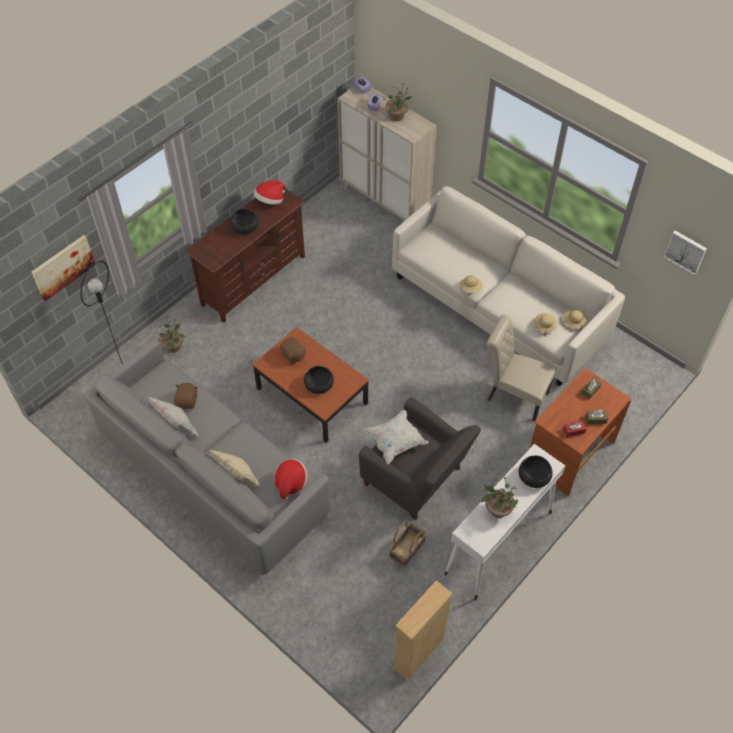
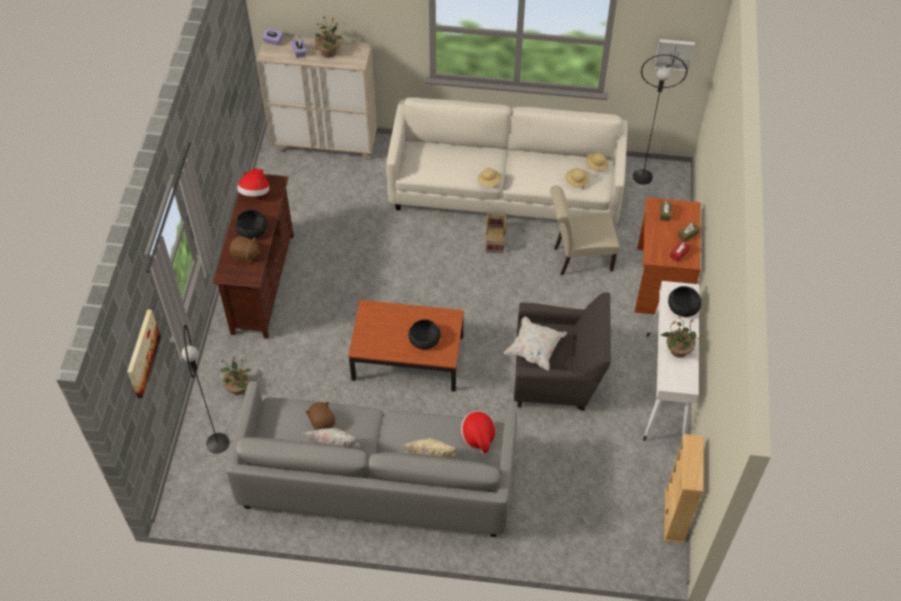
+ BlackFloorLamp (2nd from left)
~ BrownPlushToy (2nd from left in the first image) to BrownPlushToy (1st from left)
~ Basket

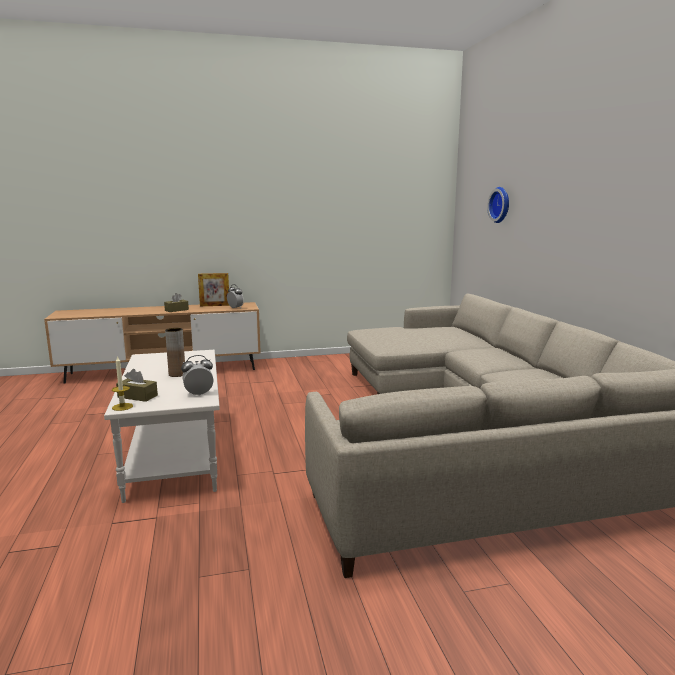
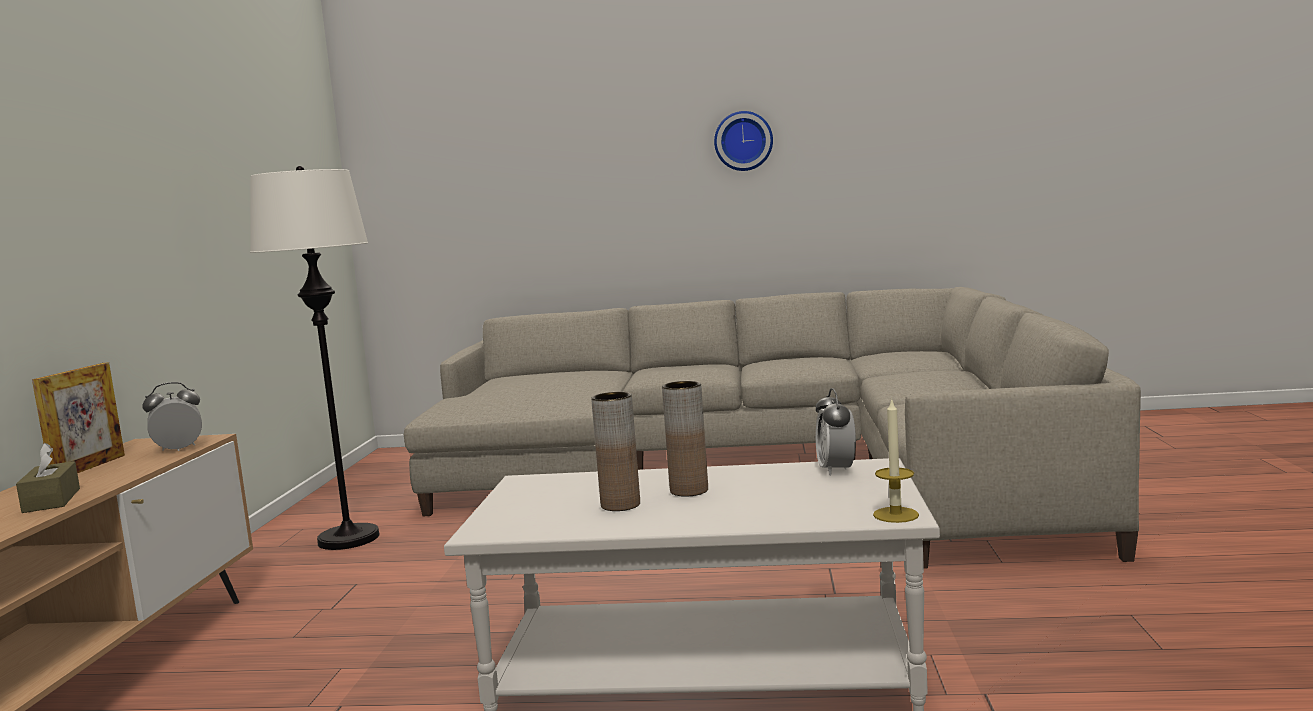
- BrownTissueBox (1st from left)
+ WhiteFloorLamp
+ BrownVase (1st from left)
~ WallClock

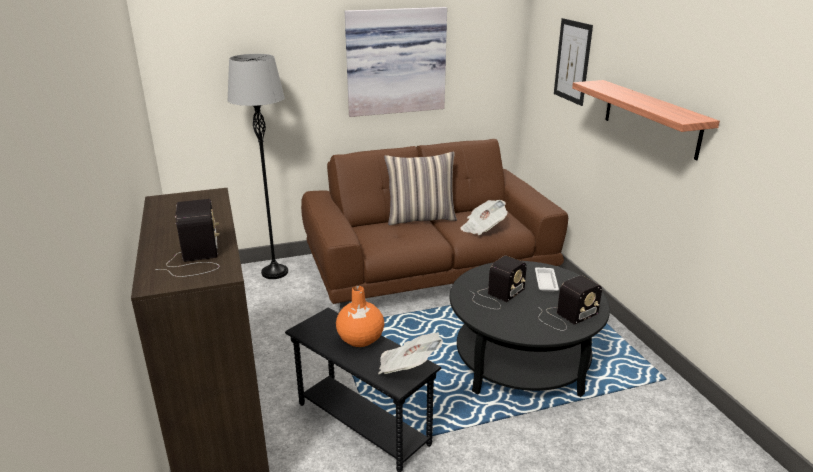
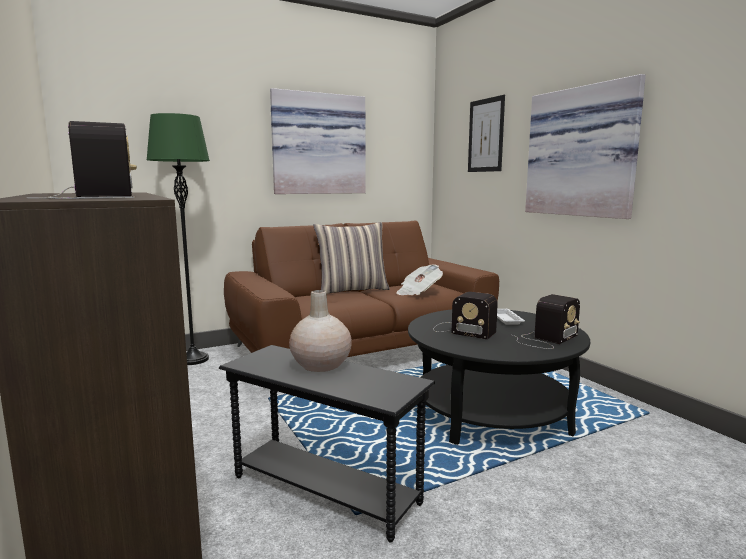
- Newspaper (1st from left)
~ Shelf to Picture (3rd from left)
~ GreyFloorLamp to GreenFloorLamp
~ OrangeVase to BeigeVase
~ Radio (2nd from left) 90 degrees clockwise

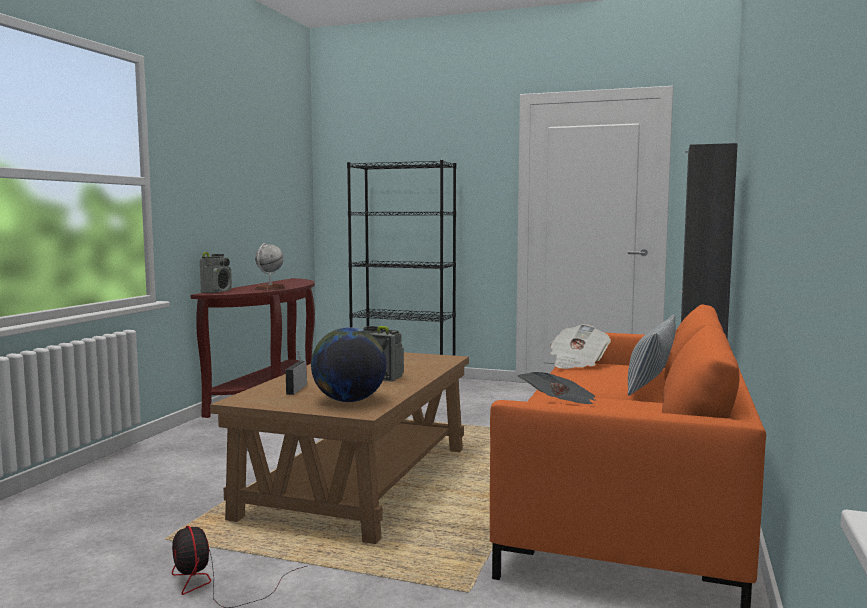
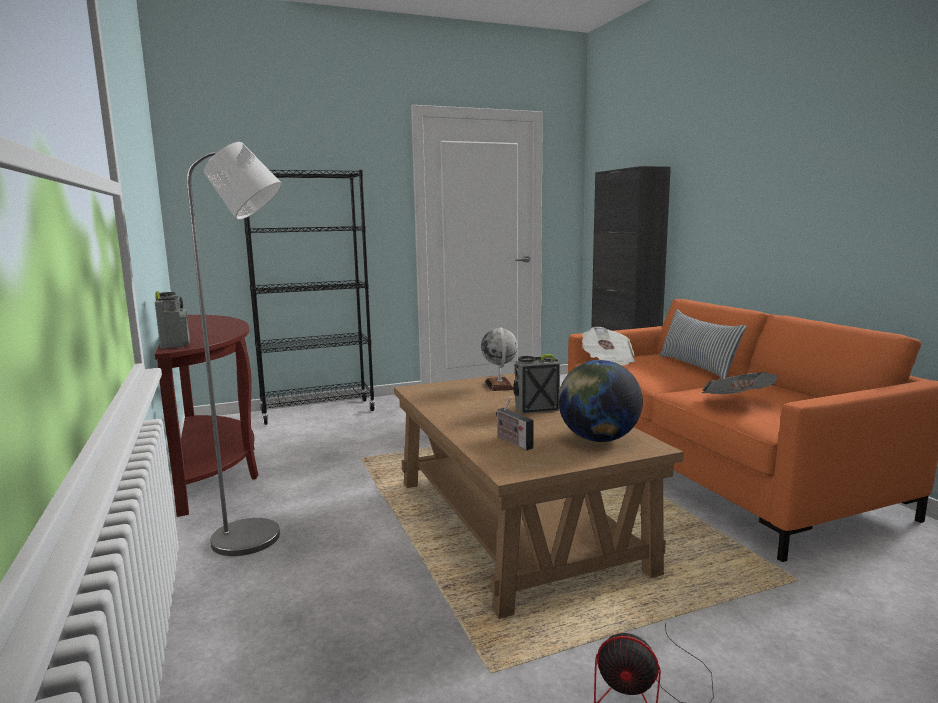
+ GreyFloorLamp
~ Globe (1st from left)

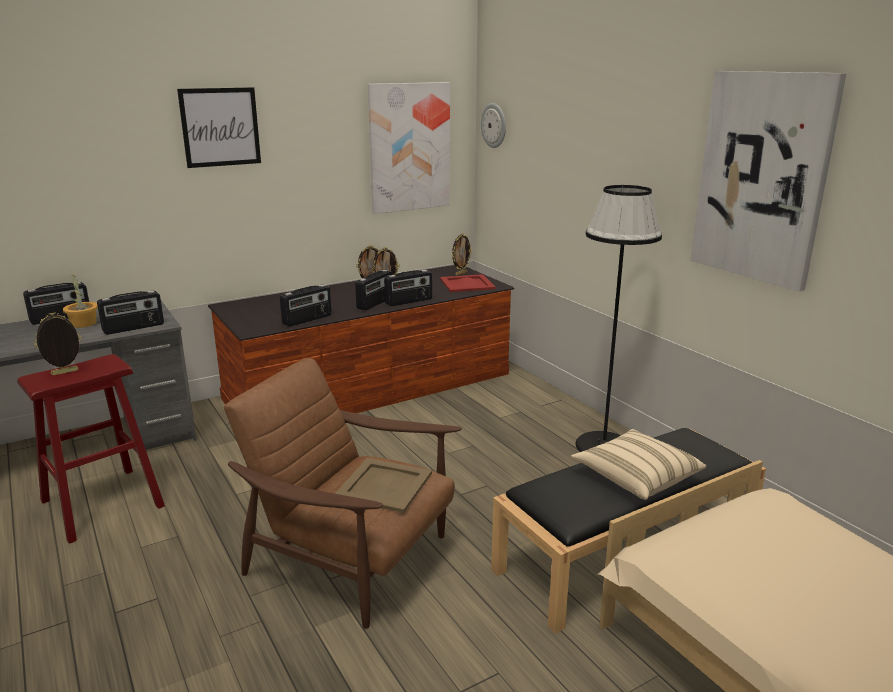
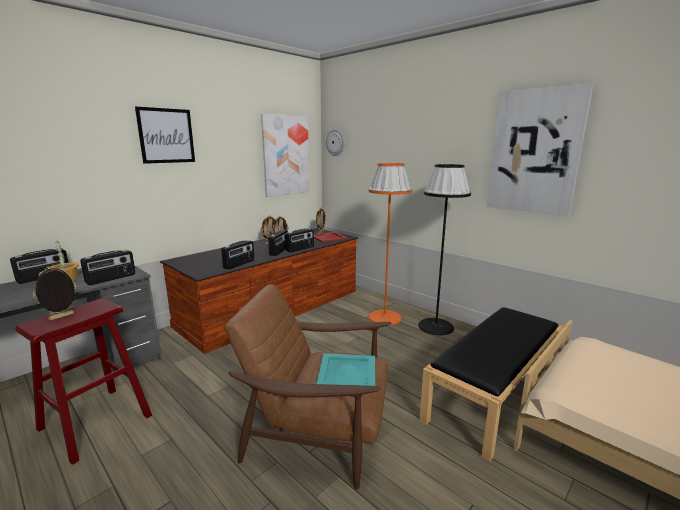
- BeigePillow
+ OrangeFloorLamp
~ BeigeTray to TurquoiseTray

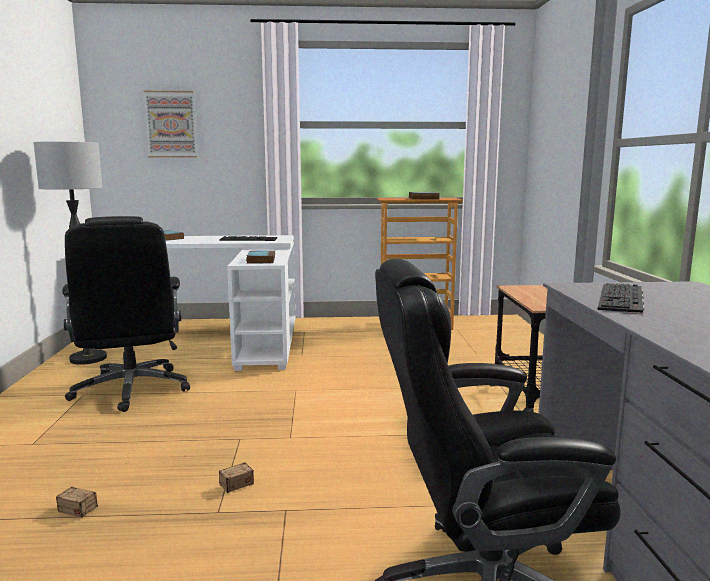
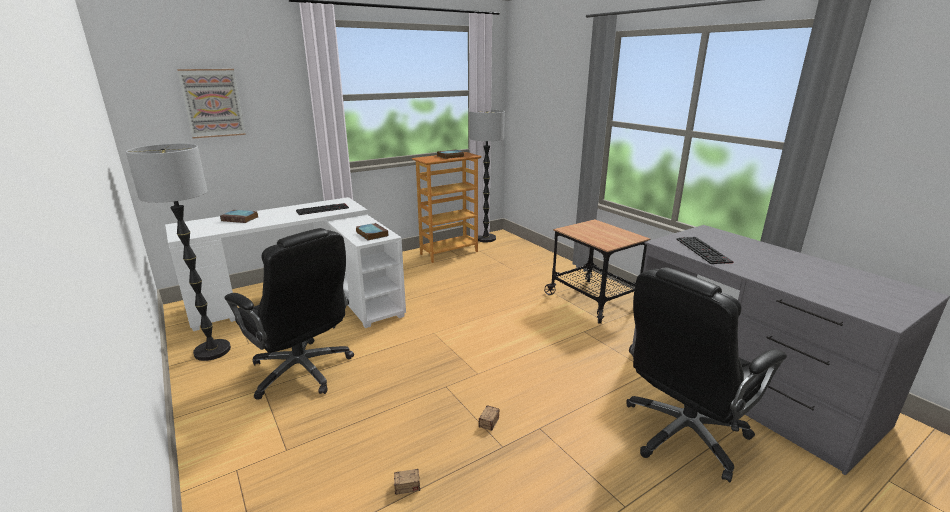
+ FloorLamp (2nd from left)

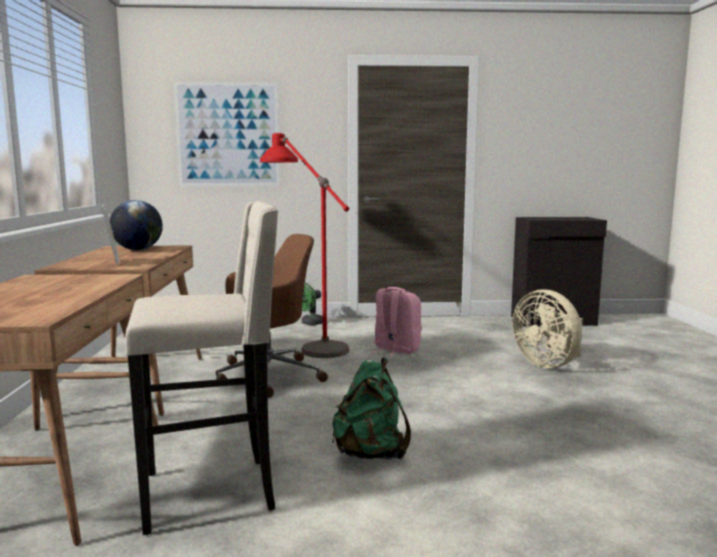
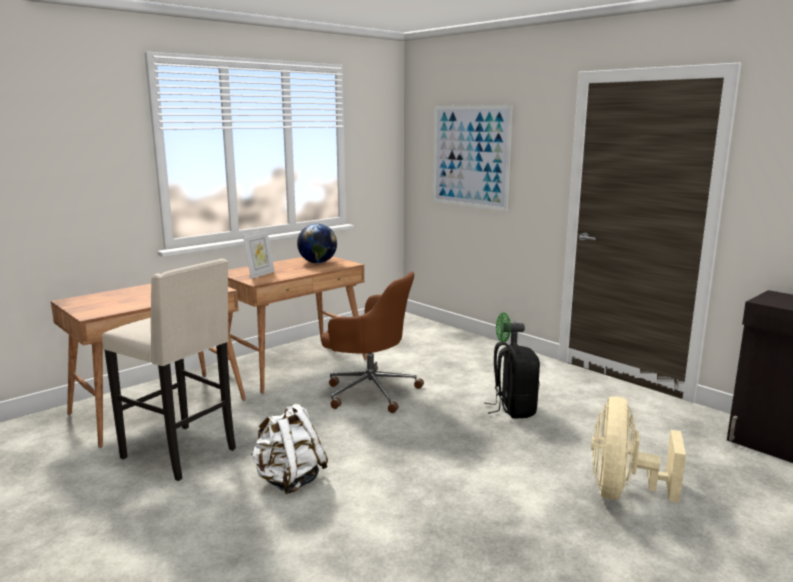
- RedFloorLamp
~ GreenBackpack to WhiteBackpack
~ PinkBackpack to BlackBackpack

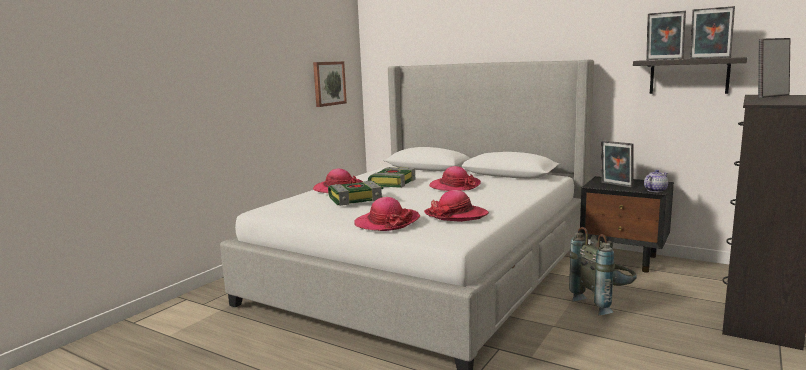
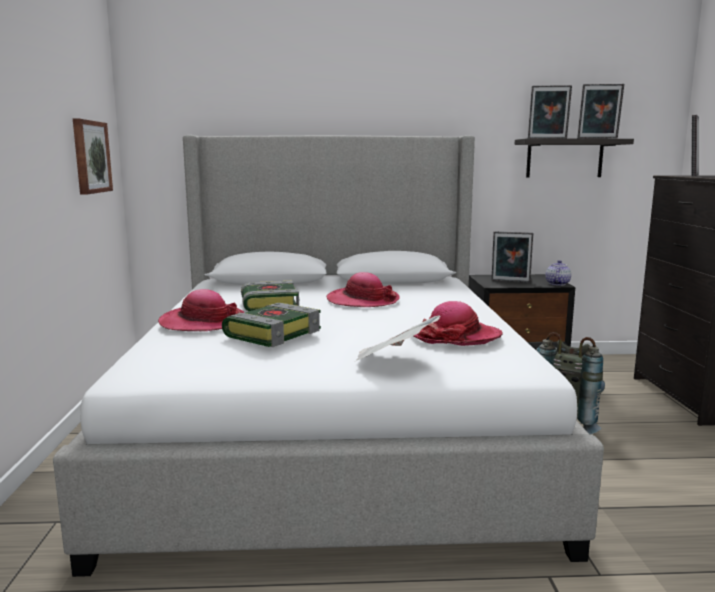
~ Hat (2nd from left) to Newspaper

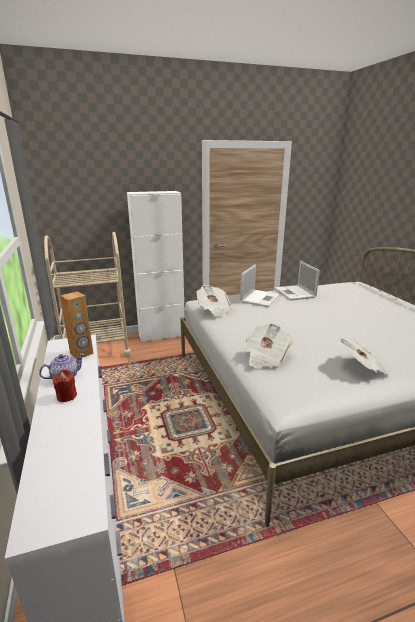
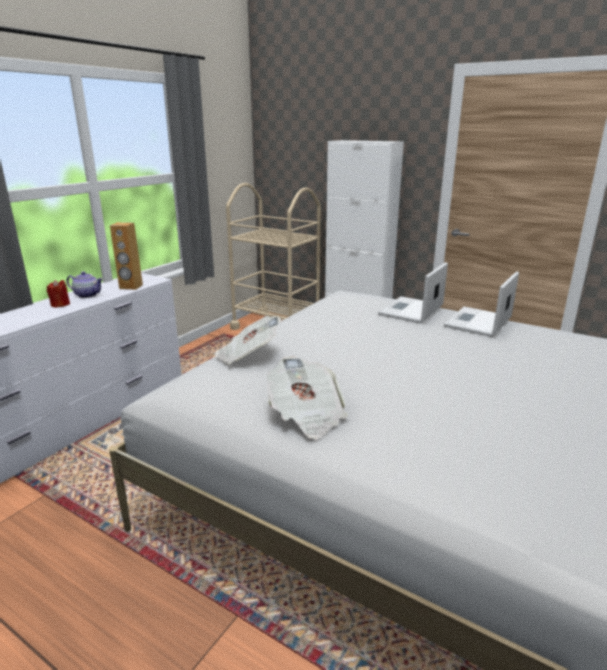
- Newspaper (1st from left)
~ Laptop (1st from left) 135 degrees clockwise

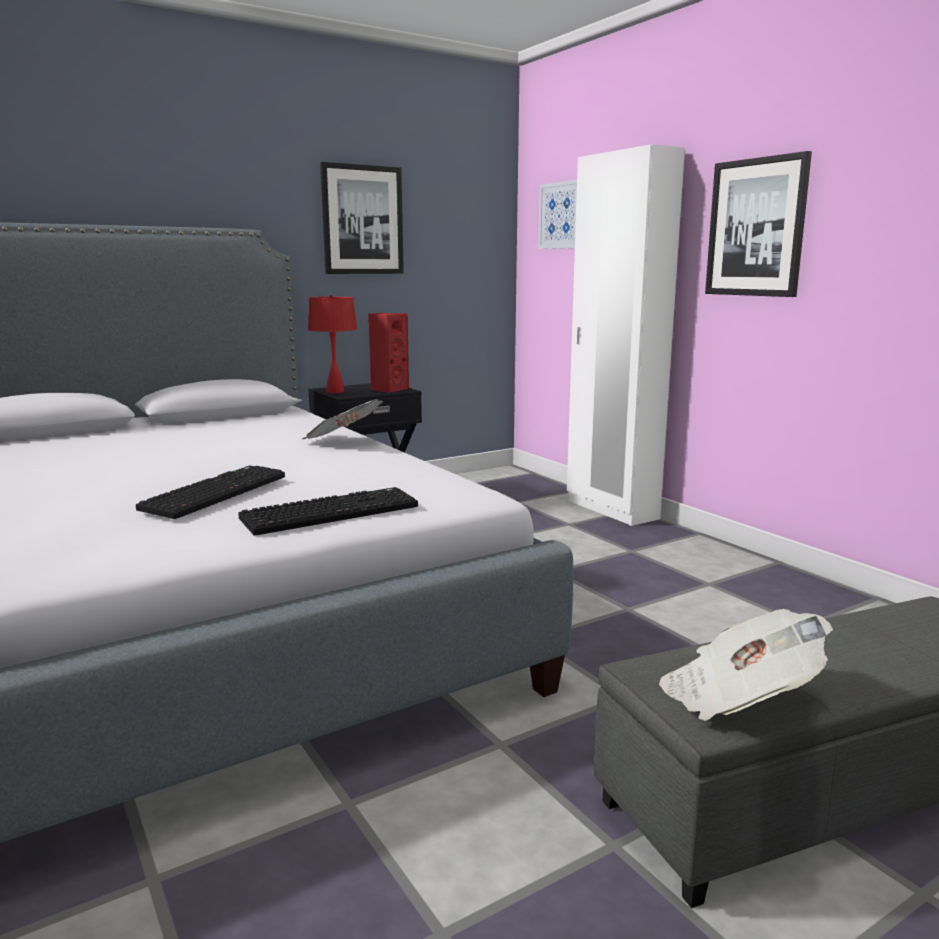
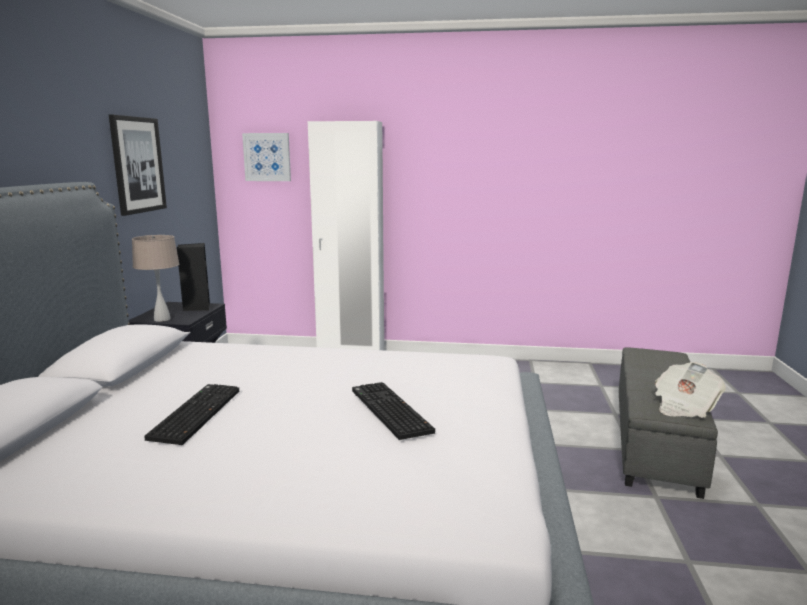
- Newspaper (1st from left)
- Picture (3rd from left)
~ Keyboard (2nd from left in the first image) to Keyboard (1st from left)
~ RedTableLamp to BeigeTableLamp
~ RedSpeaker to BlackSpeaker

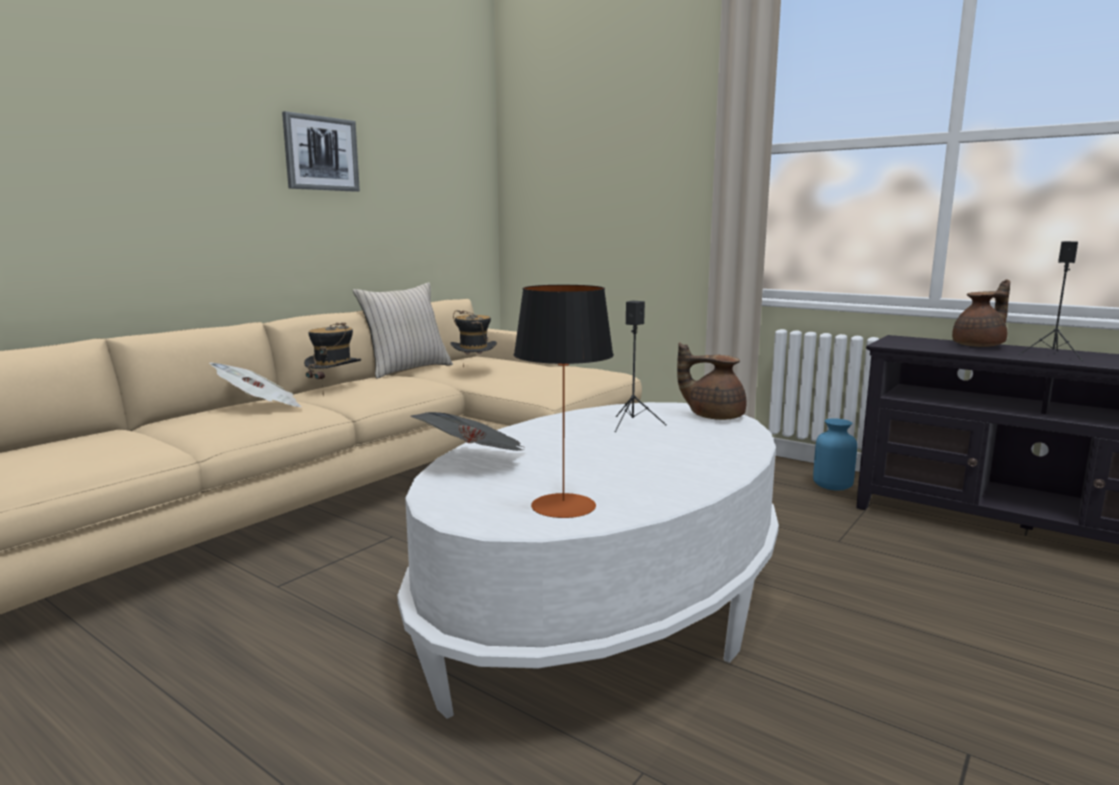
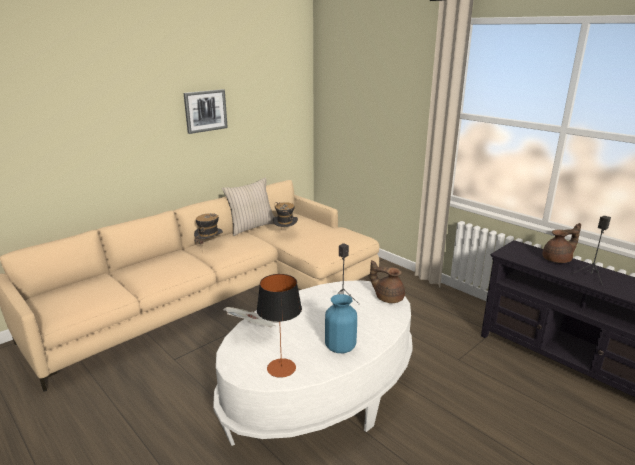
- Newspaper (1st from left)
~ BlueVase

